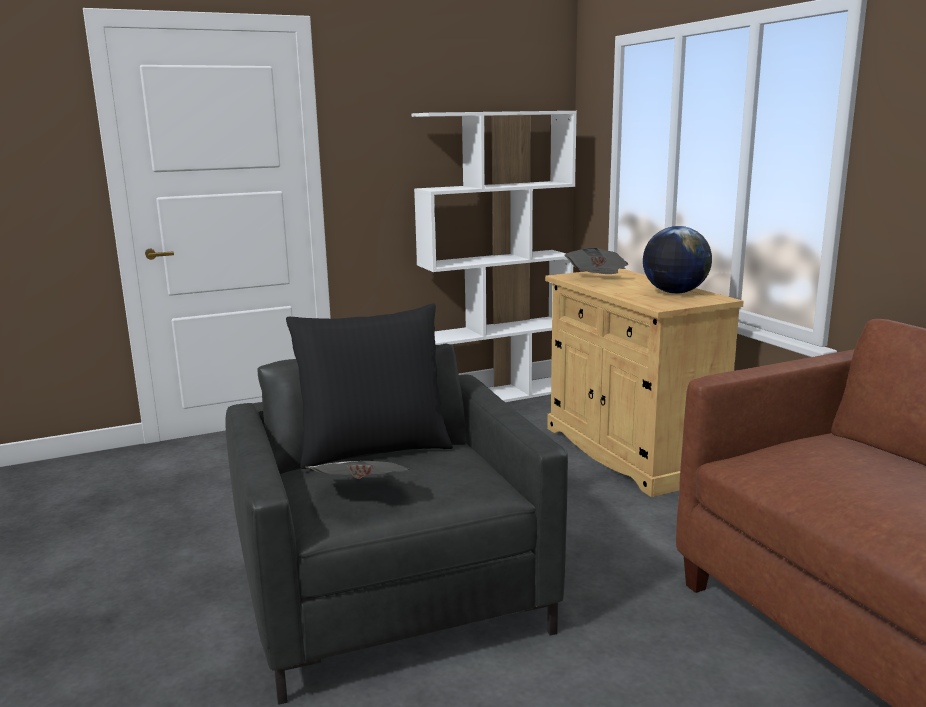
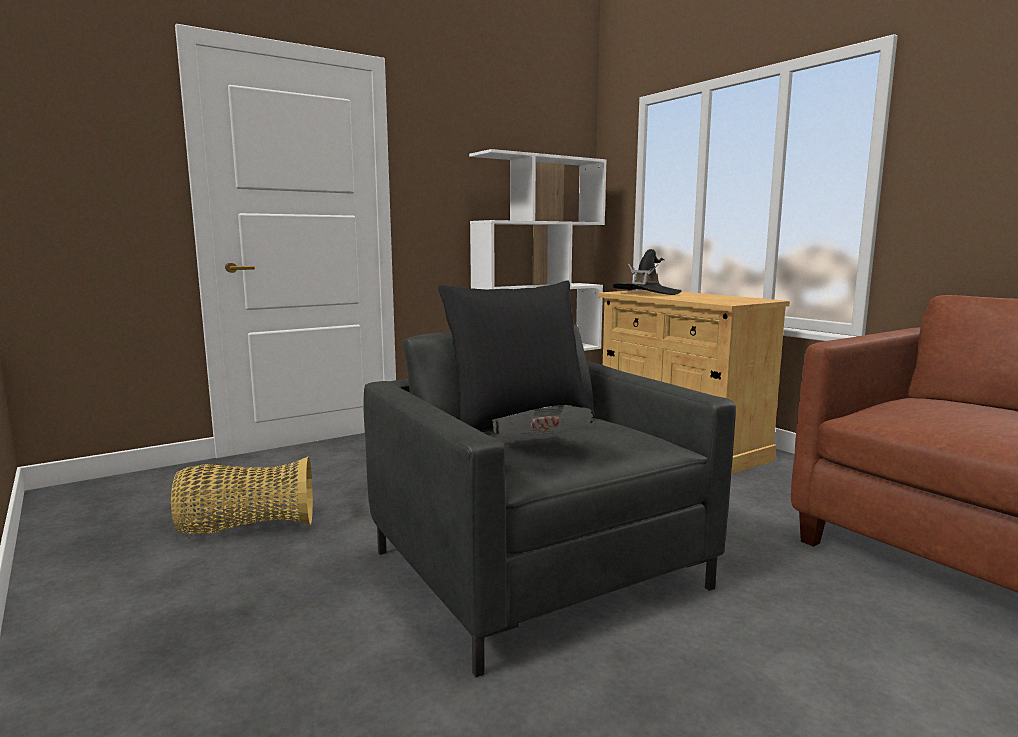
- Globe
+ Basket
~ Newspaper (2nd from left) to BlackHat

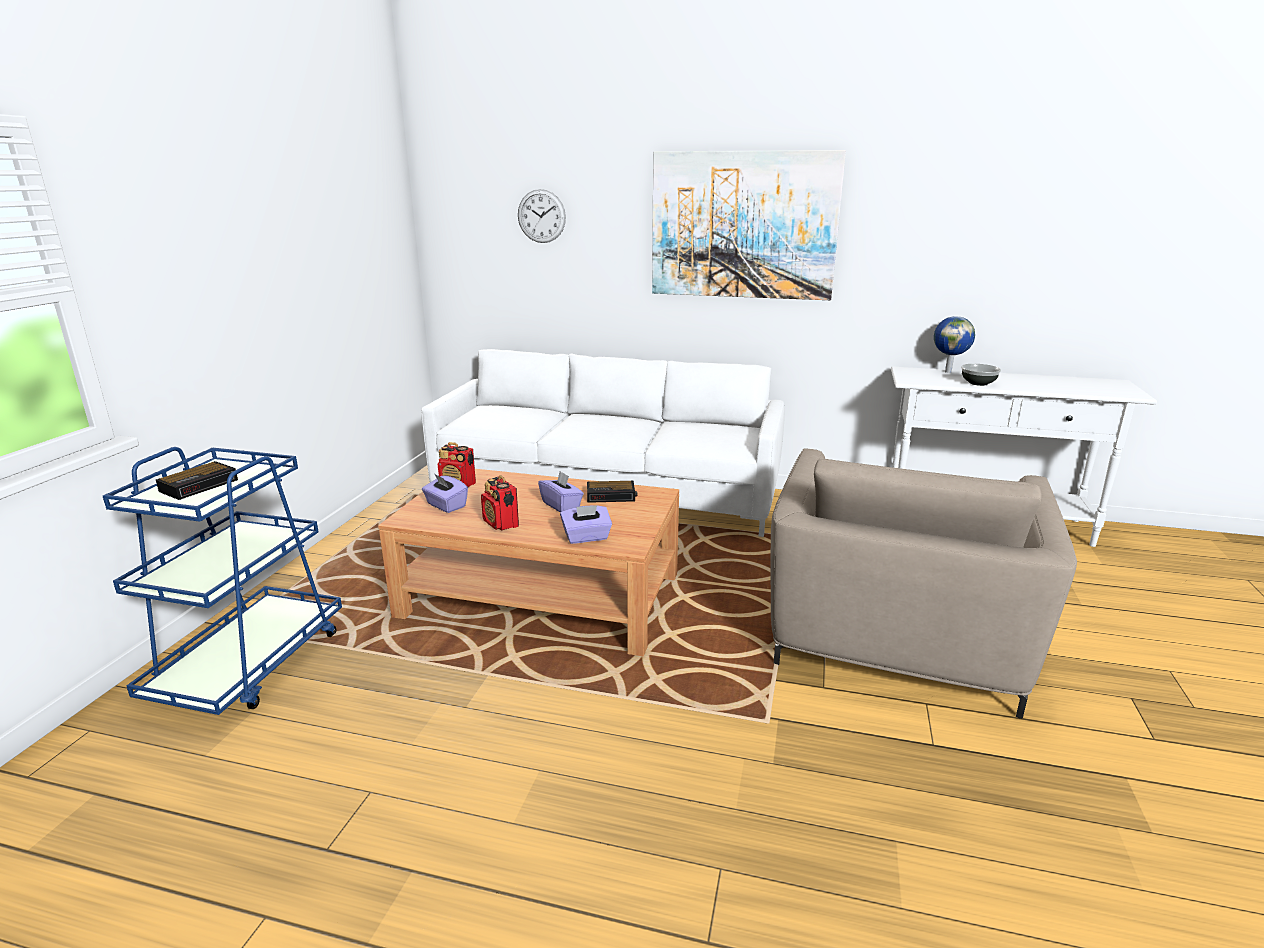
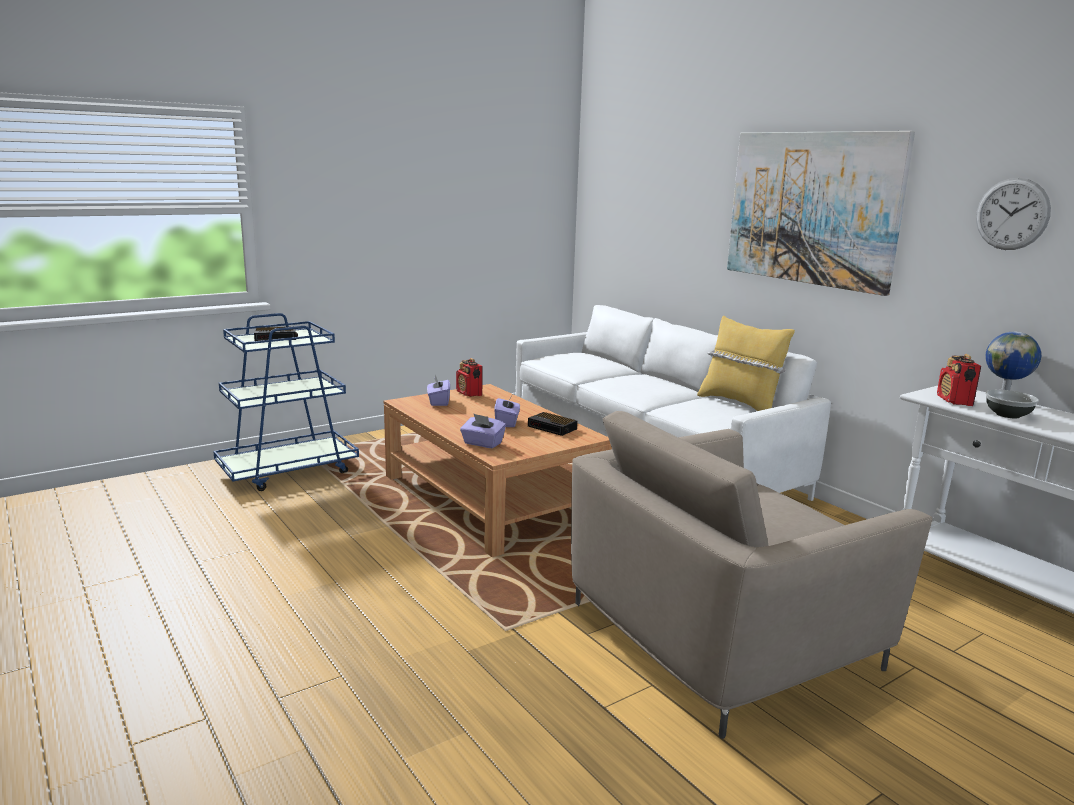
+ YellowPillow
~ Radio (2nd from left)
~ WallClock

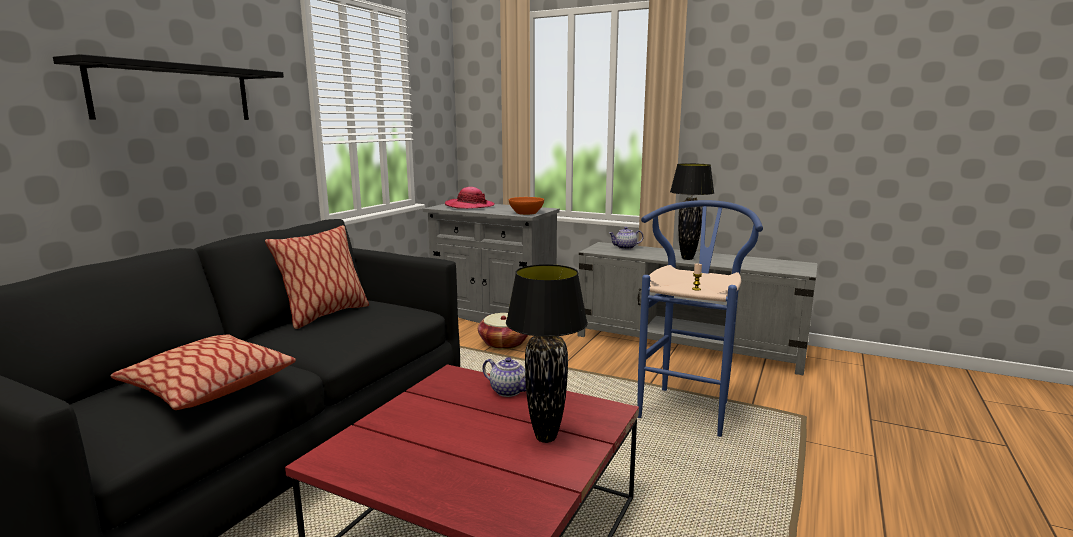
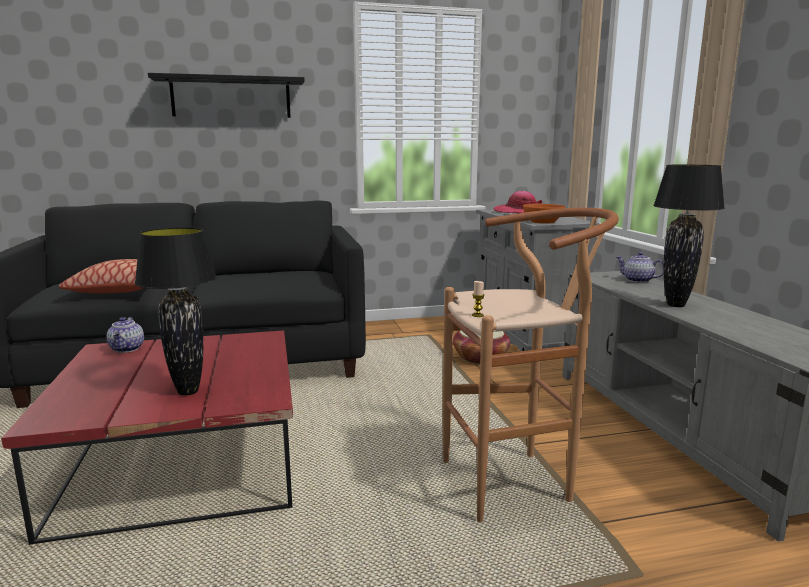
- Pillow (2nd from left)
~ Teapot (1st from left)
~ BlueStool to BrownStool

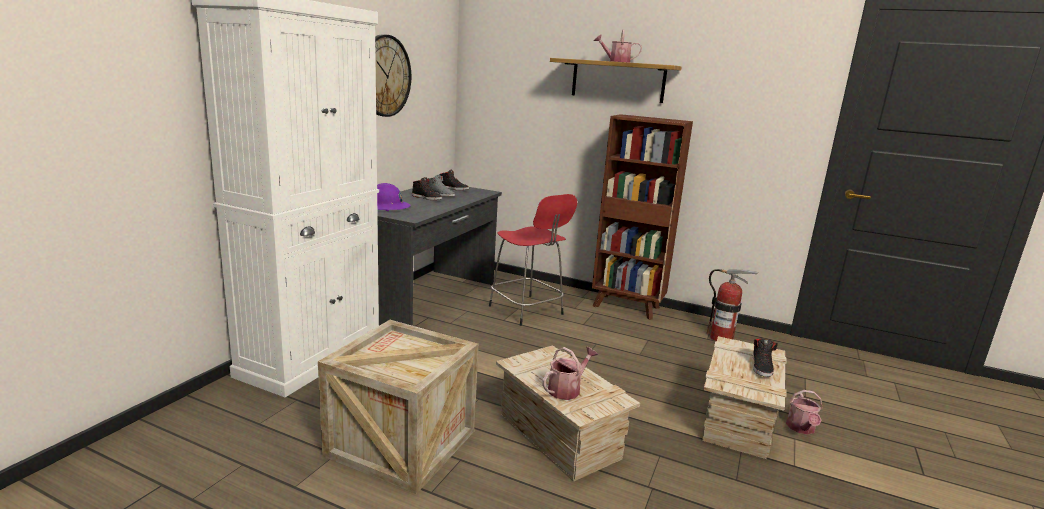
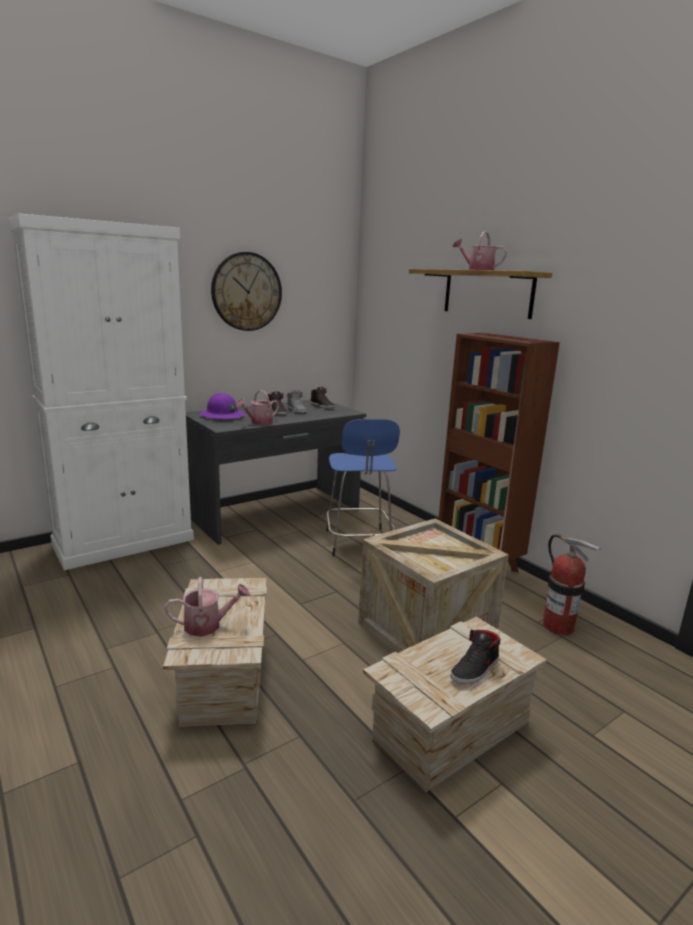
~ Crate (1st from left in the first image) to Crate (2nd from left)
~ WateringCan (3rd from left in the first image) to WateringCan (2nd from left)
~ RedStool to BlueStool

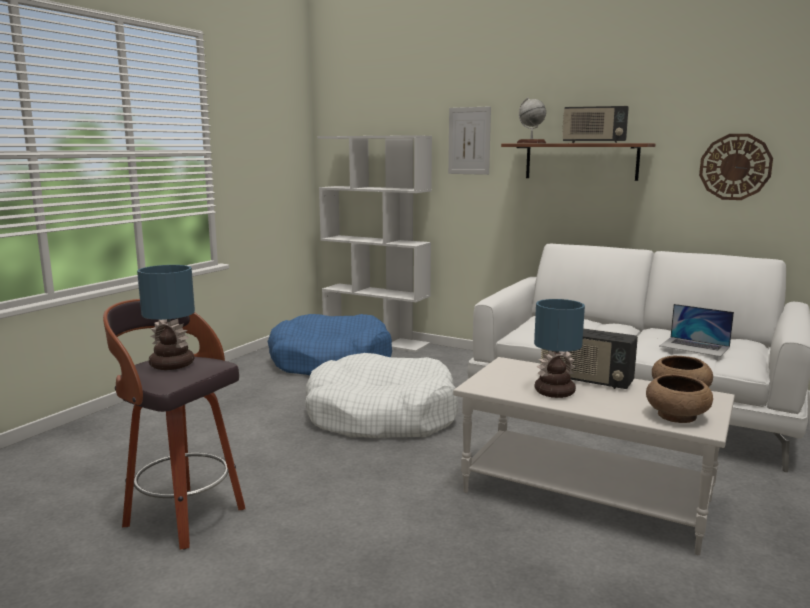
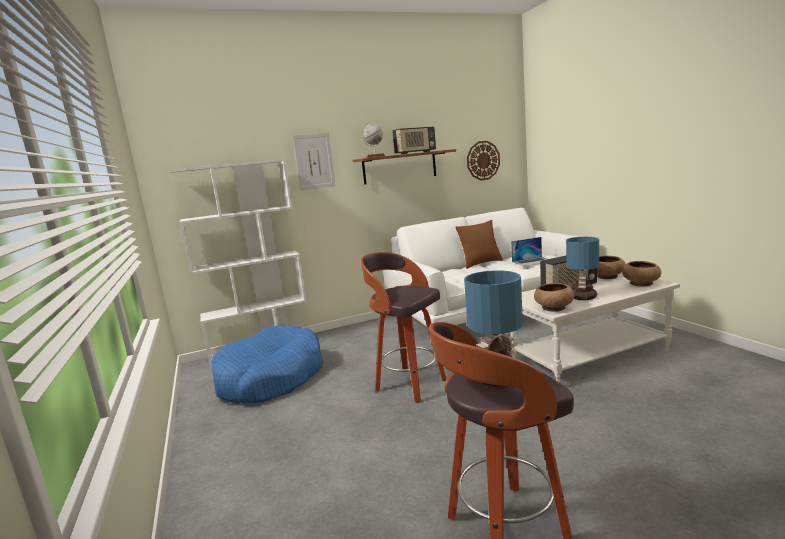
+ BrownPillow
+ BrownBowl (1st from left)
~ WhiteDogBed to Stool (1st from left)

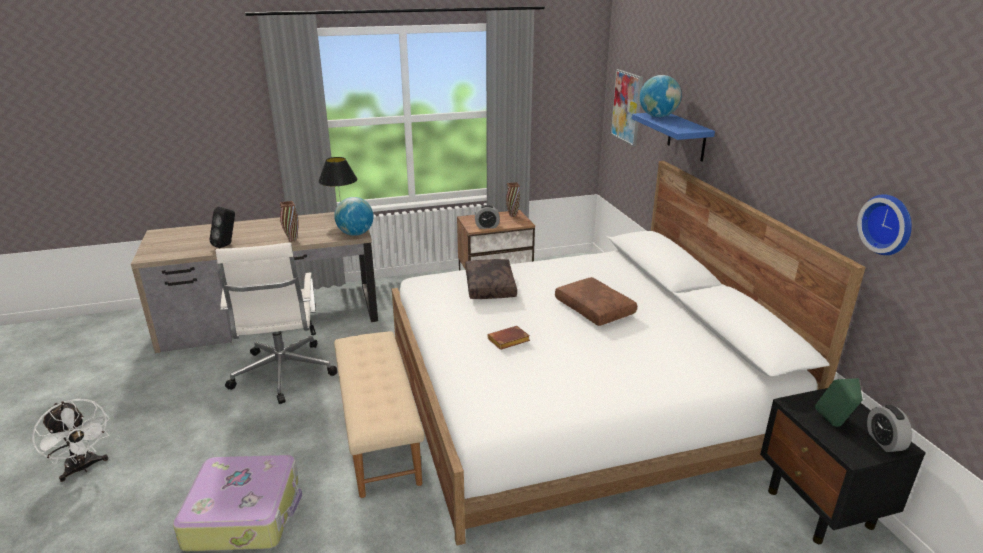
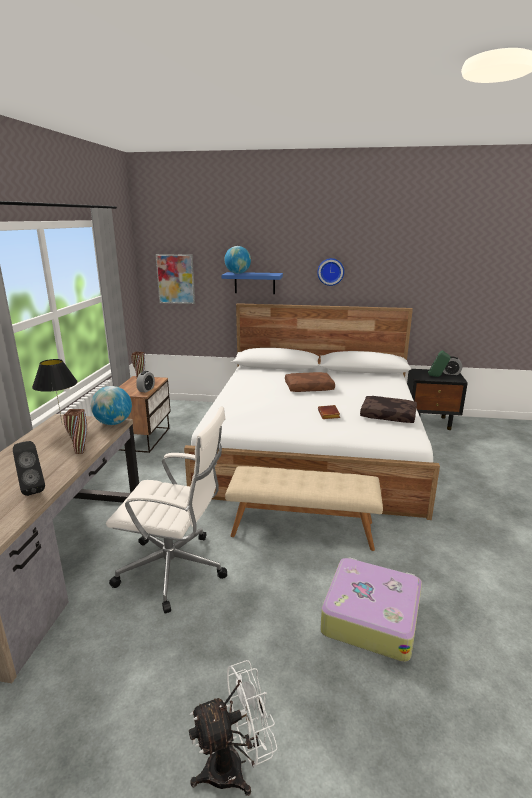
~ BrownPillow (1st from left in the first image) to BrownPillow (2nd from left)
~ WallClock

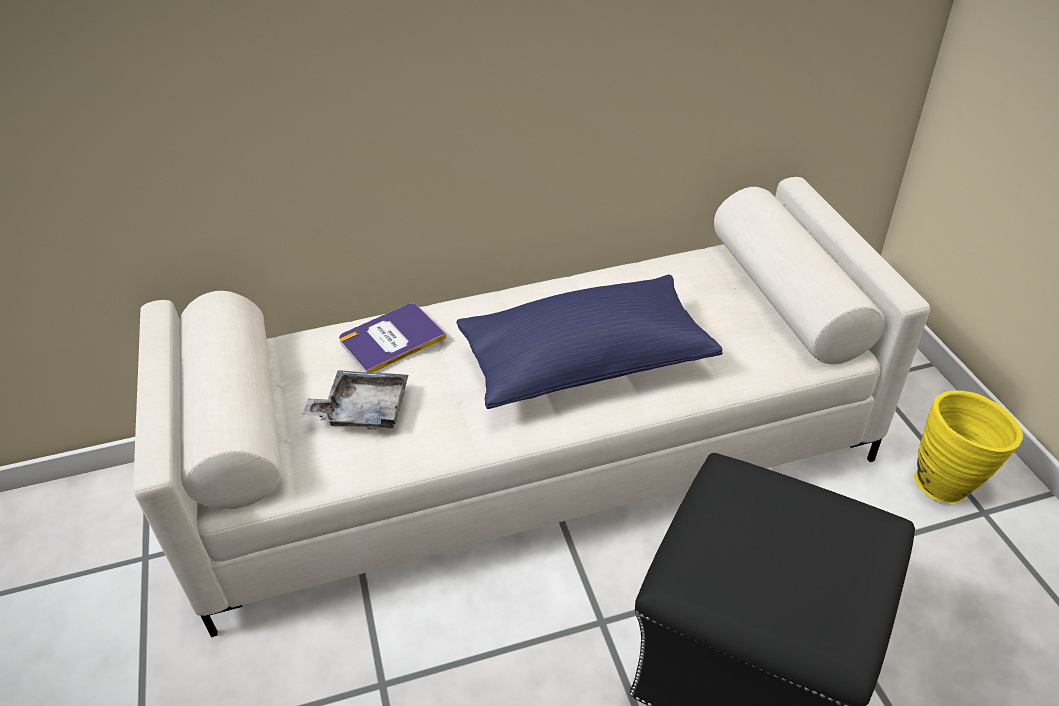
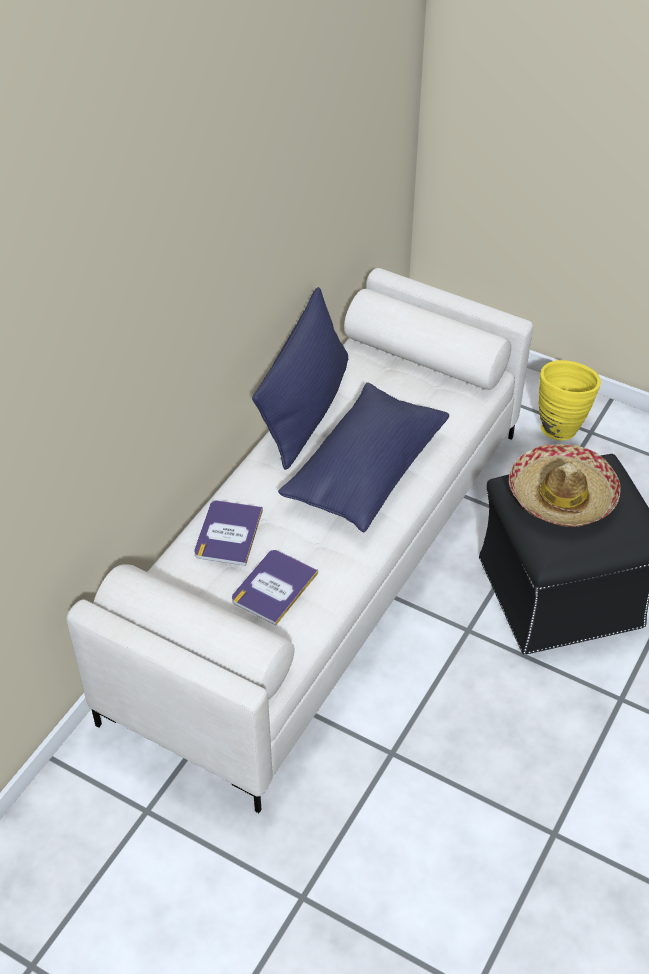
+ BluePillow (1st from left)
+ Hat
~ GreyTray to Book (2nd from left)

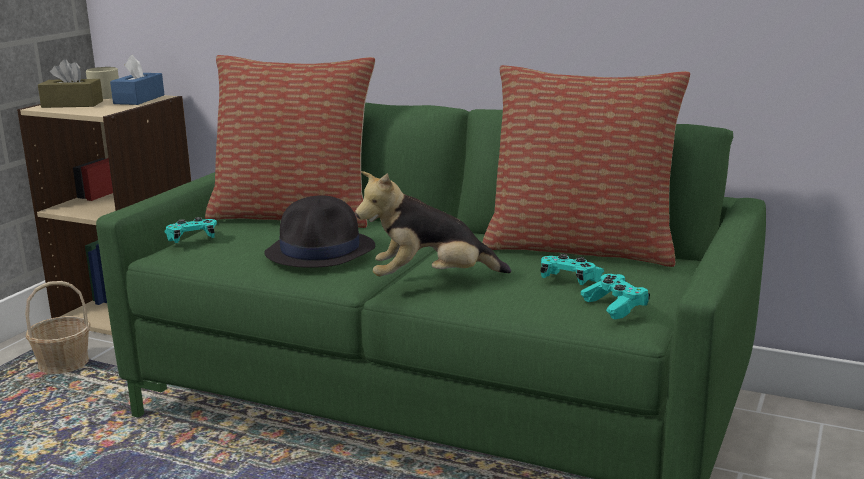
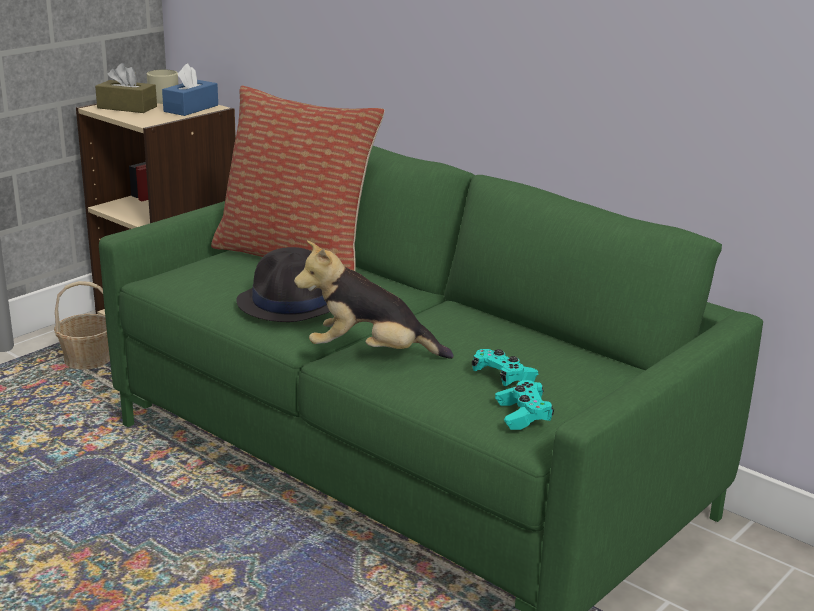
- TurquoiseGameController (1st from left)
- Pillow (2nd from left)

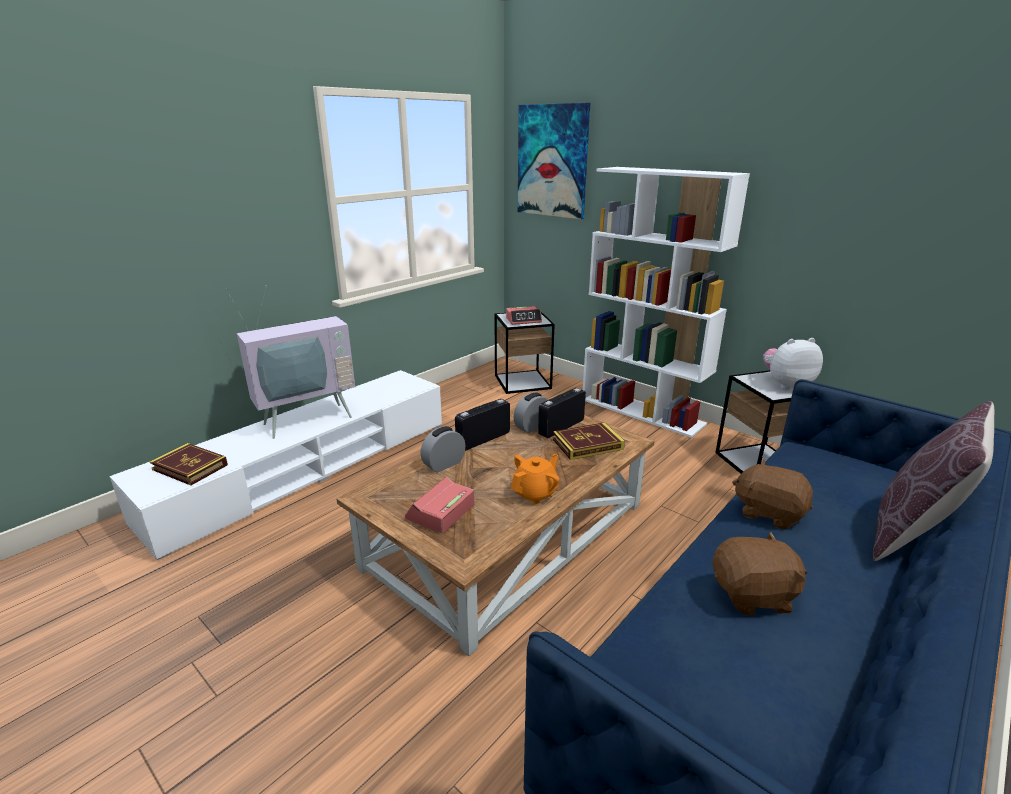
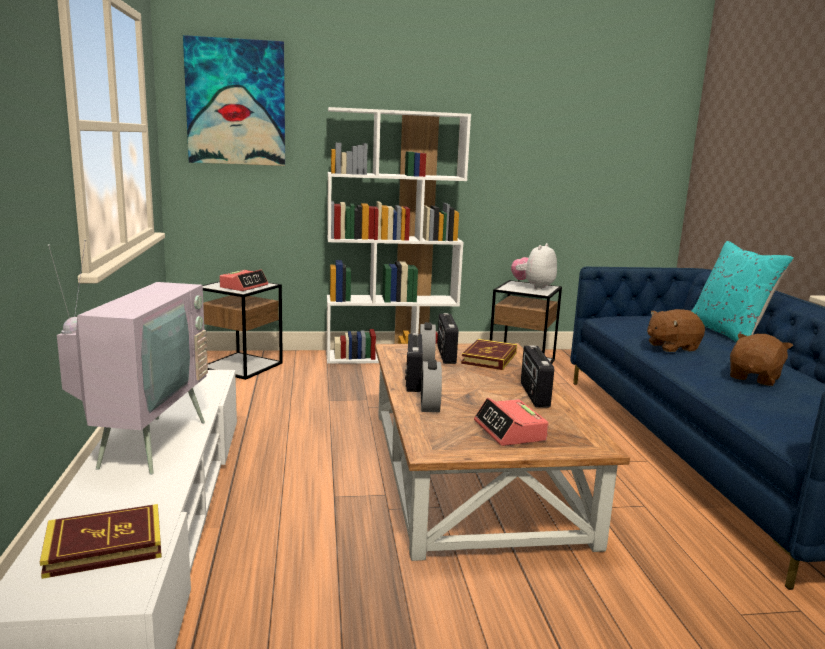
~ OrangeTeapot to Radio (3rd from left)
~ BrownPillow to TurquoisePillow

